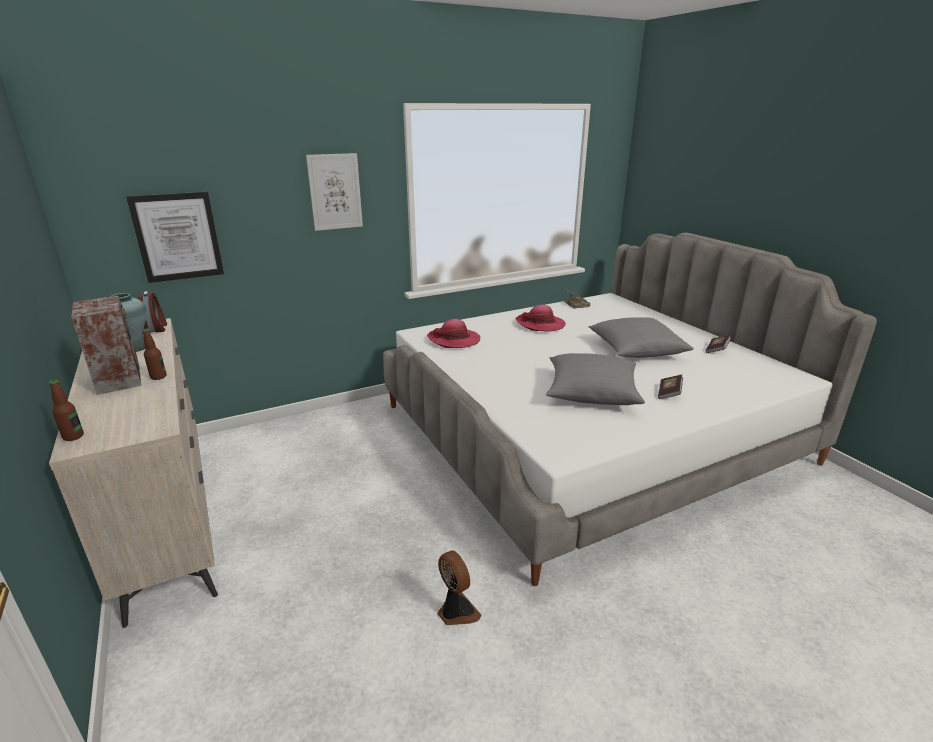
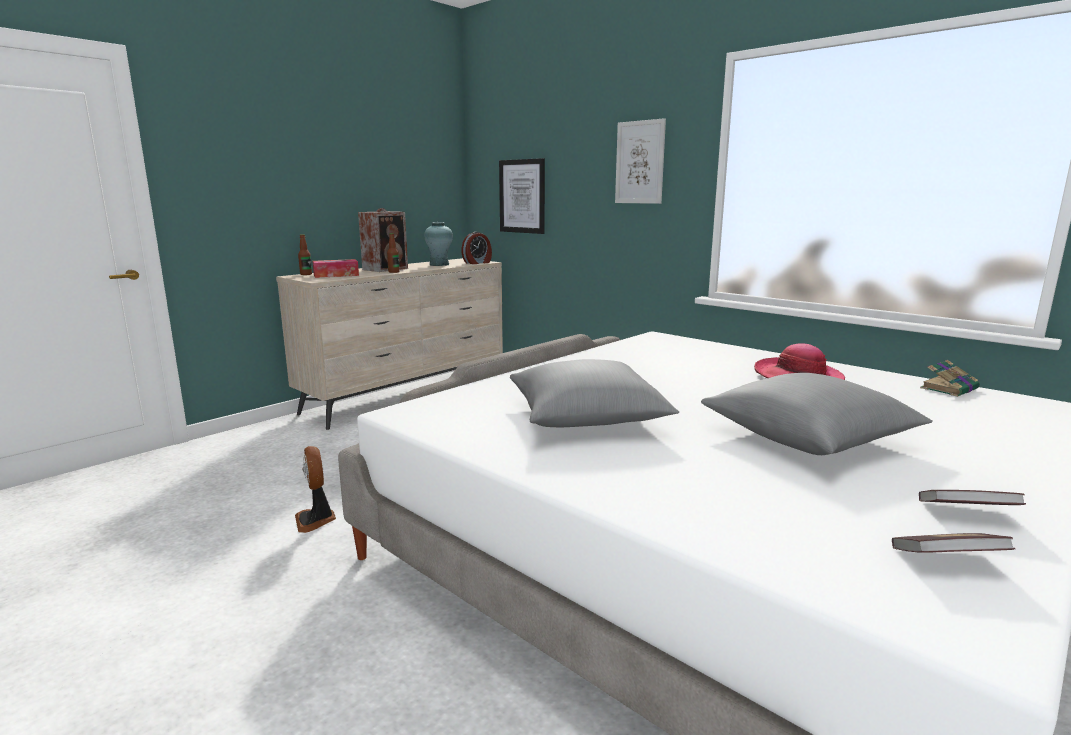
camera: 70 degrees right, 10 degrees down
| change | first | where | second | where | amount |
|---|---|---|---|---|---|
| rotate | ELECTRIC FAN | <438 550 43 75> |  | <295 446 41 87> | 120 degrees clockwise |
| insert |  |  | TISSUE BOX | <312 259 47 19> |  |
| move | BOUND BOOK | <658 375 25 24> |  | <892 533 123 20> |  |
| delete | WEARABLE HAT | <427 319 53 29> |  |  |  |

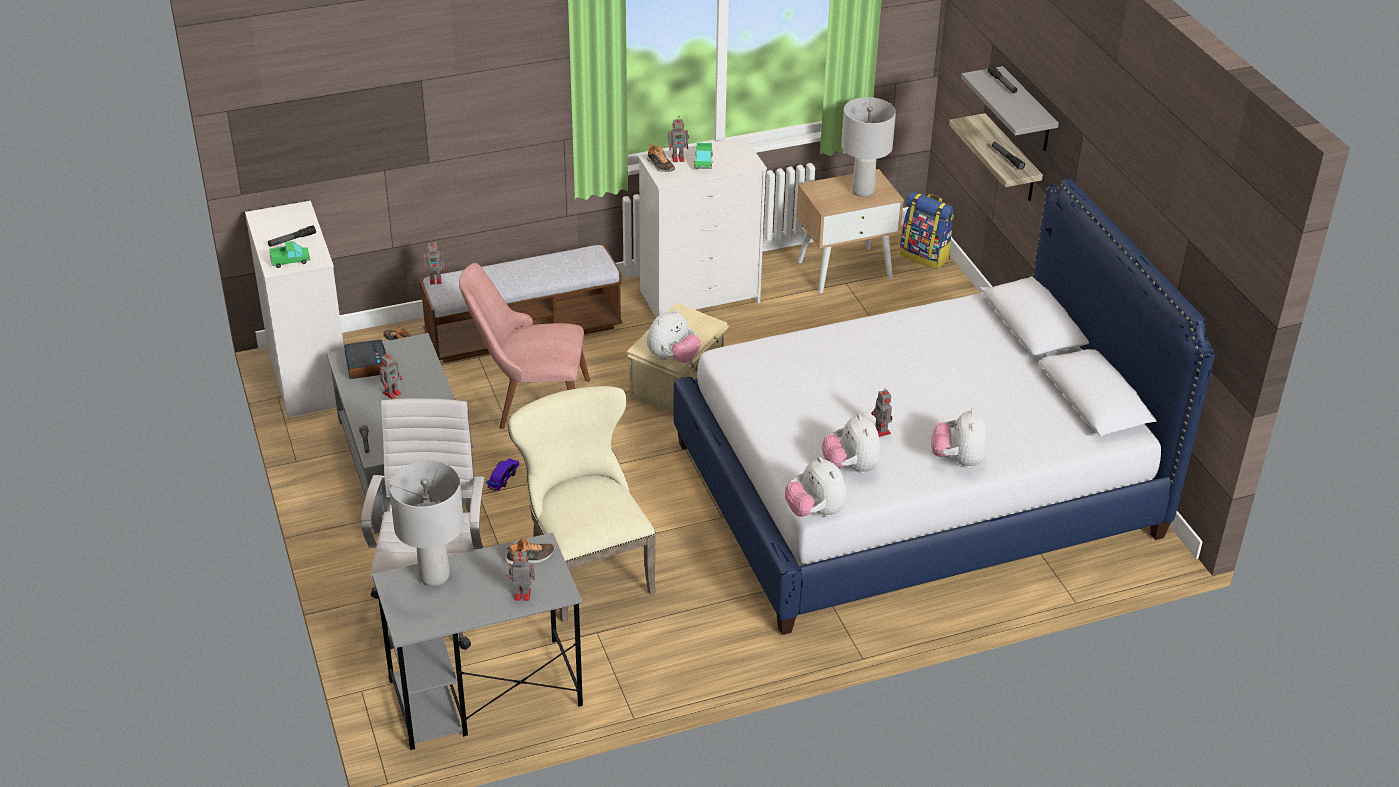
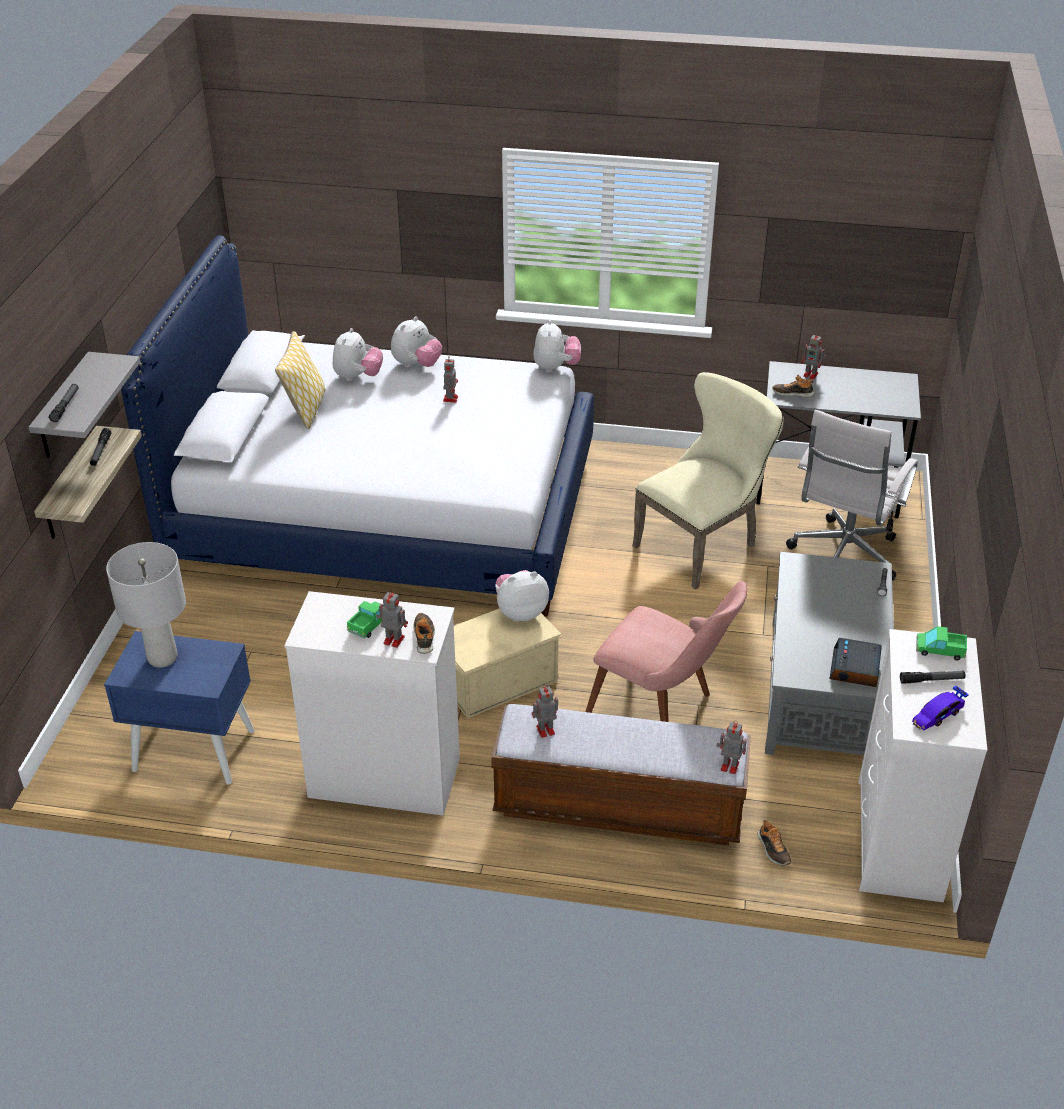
camera: 150 degrees left, 0 degrees up
| change | first | where | second | where | amount |
|---|---|---|---|---|---|
| recolor | BEIGE BEDSIDE TABLE | <796 169 108 124> | BLUISH BEDSIDE TABLE | <104 631 151 153> |  |
| insert |  |  | PILLOW | <275 331 50 98> |  |
| move | PLUSH TOY | <822 414 59 59> |  | <333 328 50 53> |  |
| move | TOY ROBOT | <379 351 24 48> |  | <532 685 26 53> |  |
| rotate | BEIGE CHAIR | <507 386 149 236> |  | <632 372 152 218> | 135 degrees counterclockwise |
| move | TOY CAR | <486 458 33 33> |  | <912 686 57 44> |  |
| delete | GRAY TABLE LAMP | <389 461 75 125> |  |  |  |
| delete | KNAPSACK | <899 192 55 77> |  |  |  |

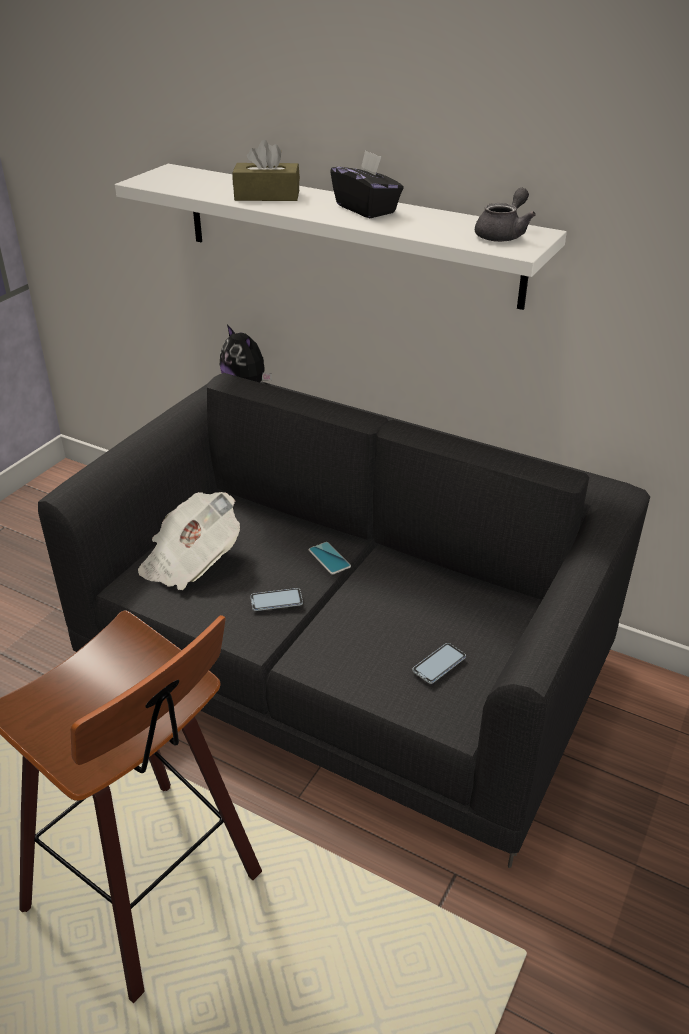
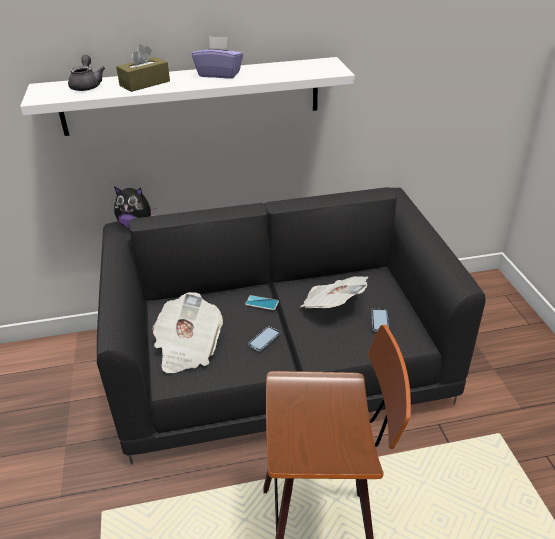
camera: 40 degrees left, 0 degrees up
| change | first | where | second | where | amount |
|---|---|---|---|---|---|
| move | GRAY TEA POT | <475 188 61 54> |  | <68 55 37 36> |  |
| recolor | BLACK-COLOURED TISSUE BOX | <330 150 74 68> | PURPLISH TISSUE BOX | <192 36 51 43> |  |
| insert |  |  | PRINTED PAPER | <300 276 68 32> |  |

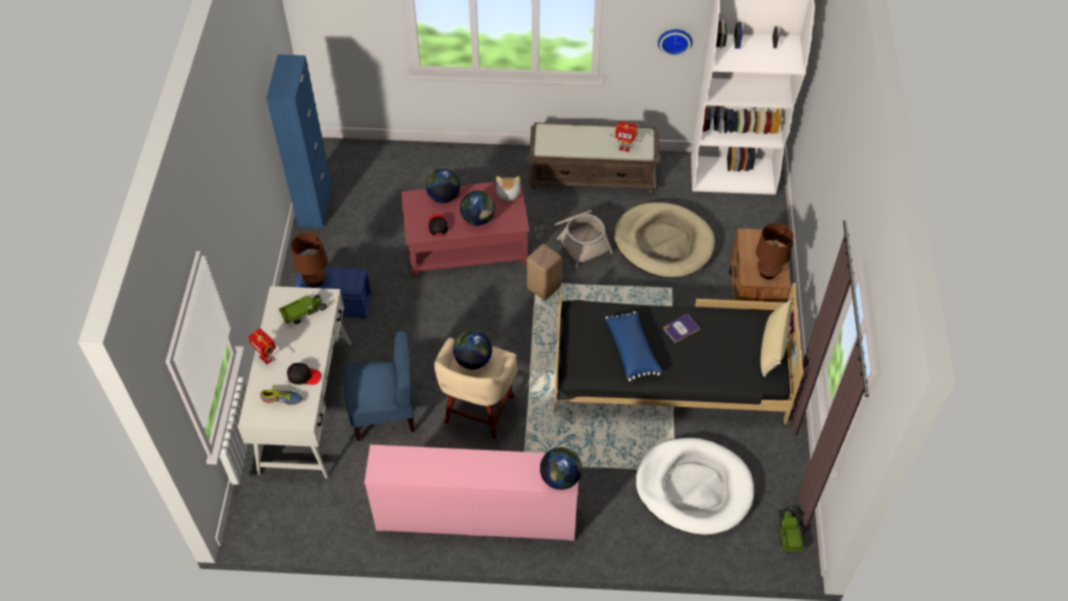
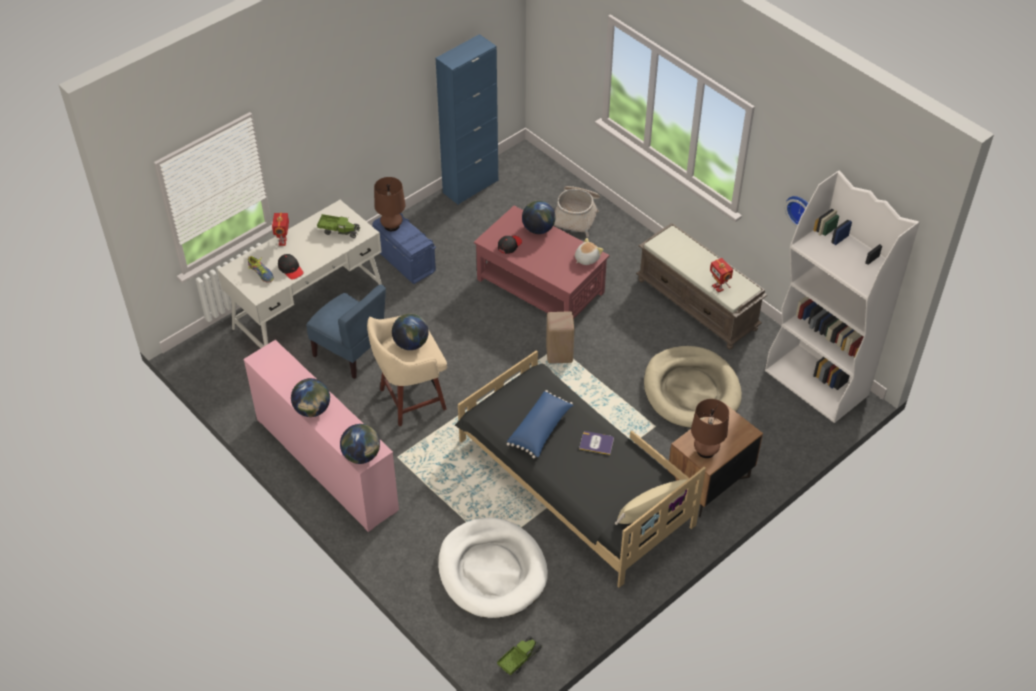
camera: 45 degrees right, 5 degrees down
| change | first | where | second | where | amount |
|---|---|---|---|---|---|
| move | DESK GLOBE | <460 191 35 35> |  | <291 378 39 39> |  |
| move | BASKET | <554 210 59 58> |  | <553 186 47 51> |  |

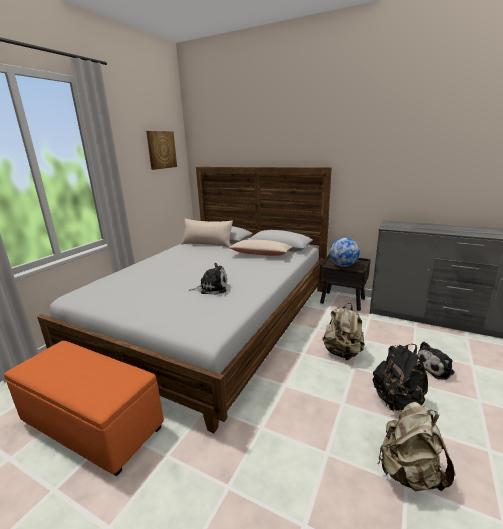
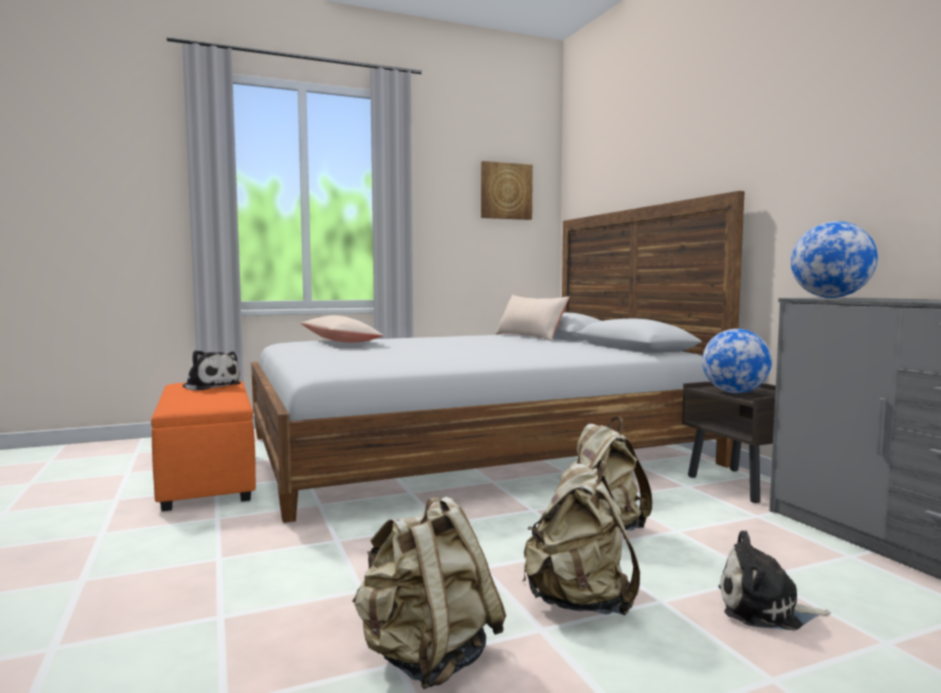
camera: 40 degrees right, 15 degrees down
| change | first | where | second | where | amount |
|---|---|---|---|---|---|
| move | PLUSH TOY | <189 263 38 32> |  | <182 350 59 40> |  |
| move | BEIGE PILLOW | <228 239 64 17> |  | <300 315 84 28> |  |
| recolor | BLACK-COLOURED KNAPSACK | <373 344 55 67> | BEIGE KNAPSACK | <523 460 117 156> |  |
| insert |  |  | DESK GLOBE | <791 221 87 77> |  |

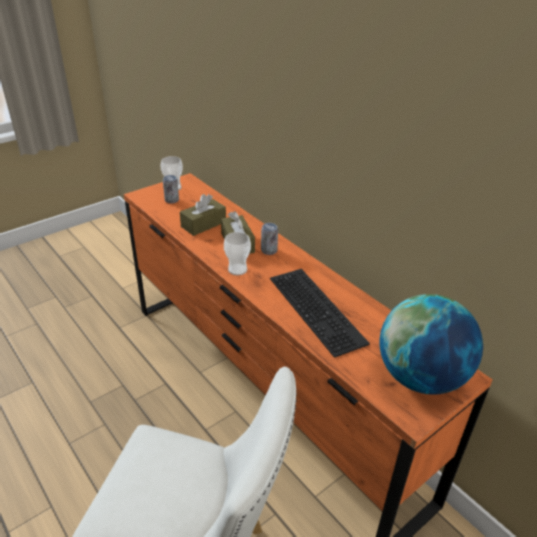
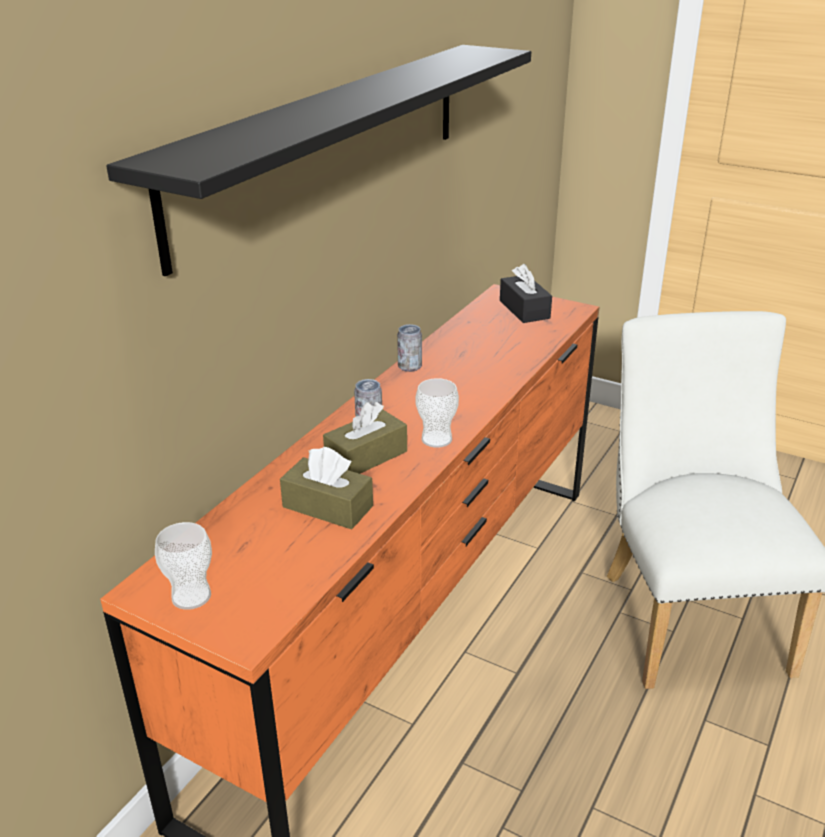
camera: 110 degrees left, 5 degrees down
| change | first | where | second | where | amount |
|---|---|---|---|---|---|
| insert |  |  | BLACK-COLOURED SHELF | <106 45 425 231> |  |
| move | SEALED CAN | <163 175 16 29> |  | <397 324 25 48> |  |
| replace | DESK GLOBE | <380 294 103 100> | BLACK-COLOURED TISSUE BOX | <500 264 52 59> |  |
| delete | KEYBOARD | <270 269 100 89> |  |  |  |

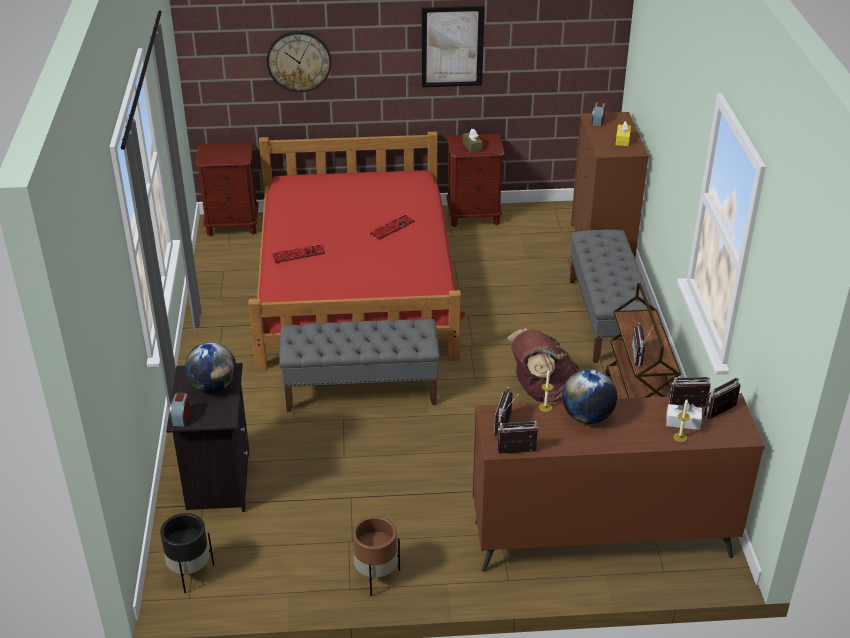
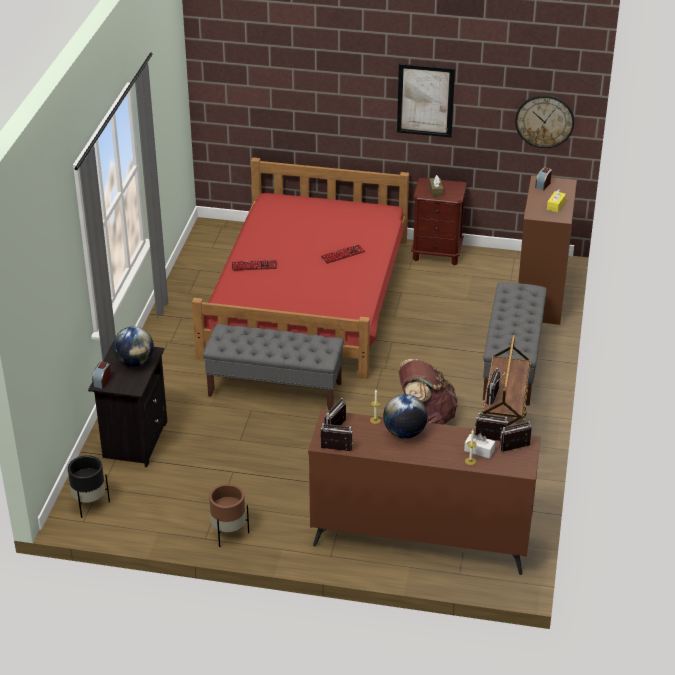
camera: 15 degrees right, 0 degrees up
| change | first | where | second | where | amount |
|---|---|---|---|---|---|
| move | WALL CLOCK | <267 31 64 61> |  | <515 95 59 53> |  |
| delete | BROWN BEDSIDE TABLE | <196 142 63 94> |  |  |  |

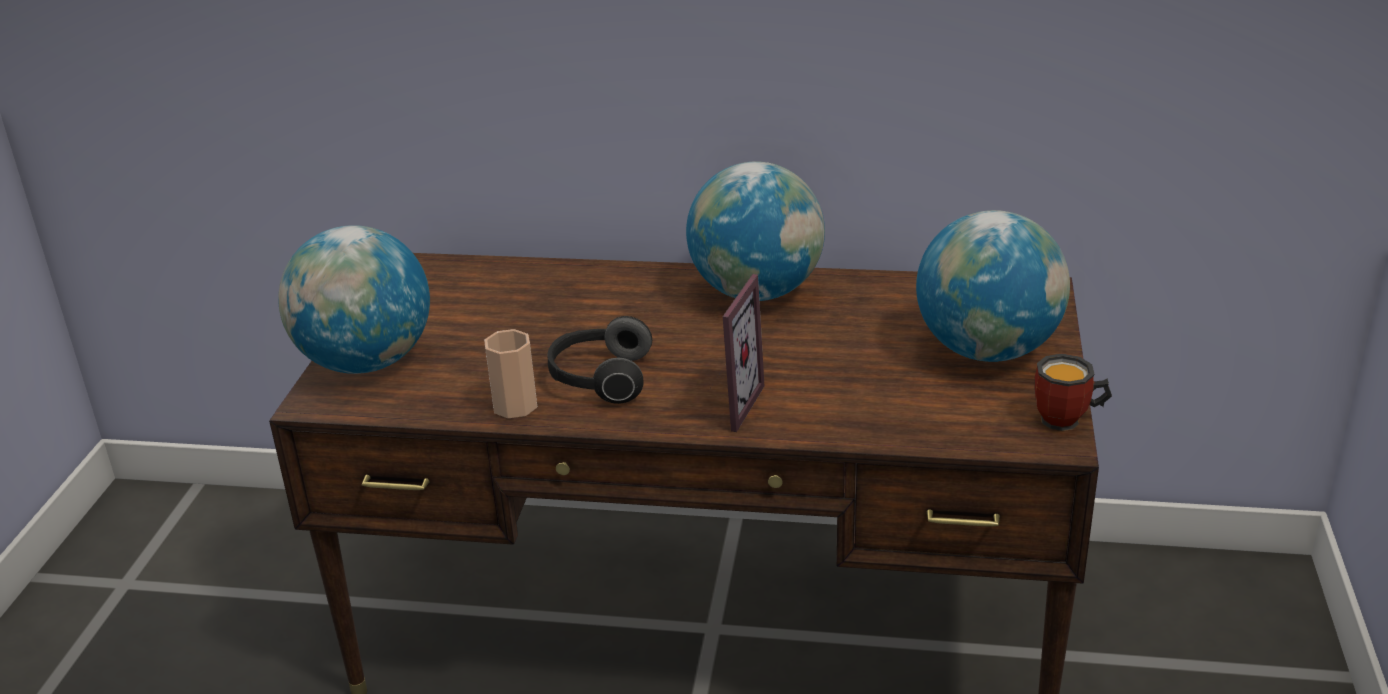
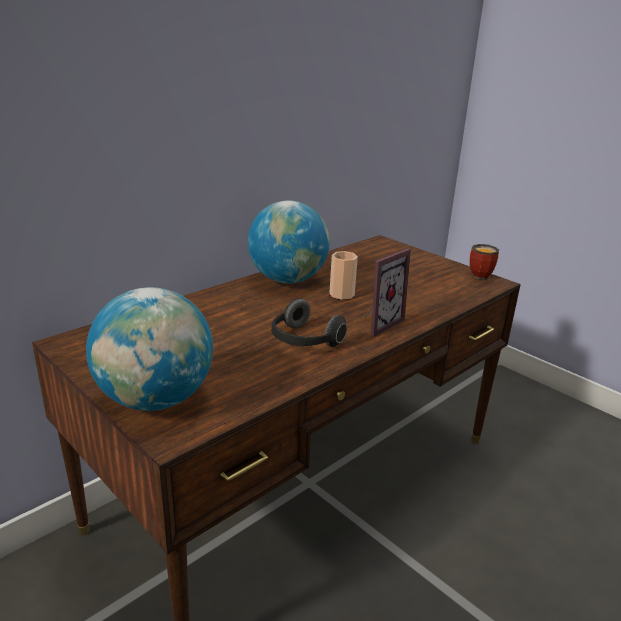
camera: 55 degrees left, 5 degrees down
| change | first | where | second | where | amount |
|---|---|---|---|---|---|
| move | DRINKING CUP | <484 329 53 89> |  | <329 251 29 49> |  |
| rotate | STANDING FRAME | <709 274 56 158> |  | <365 248 46 89> | 75 degrees clockwise |
| delete | DESK GLOBE | <916 210 154 152> |  |  |  |

